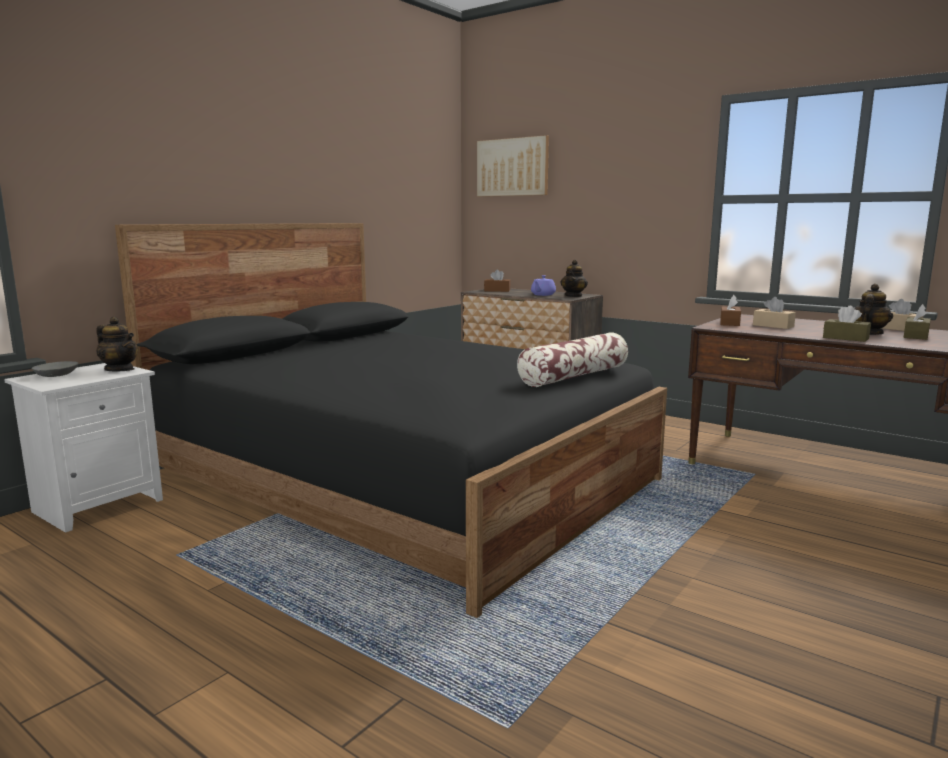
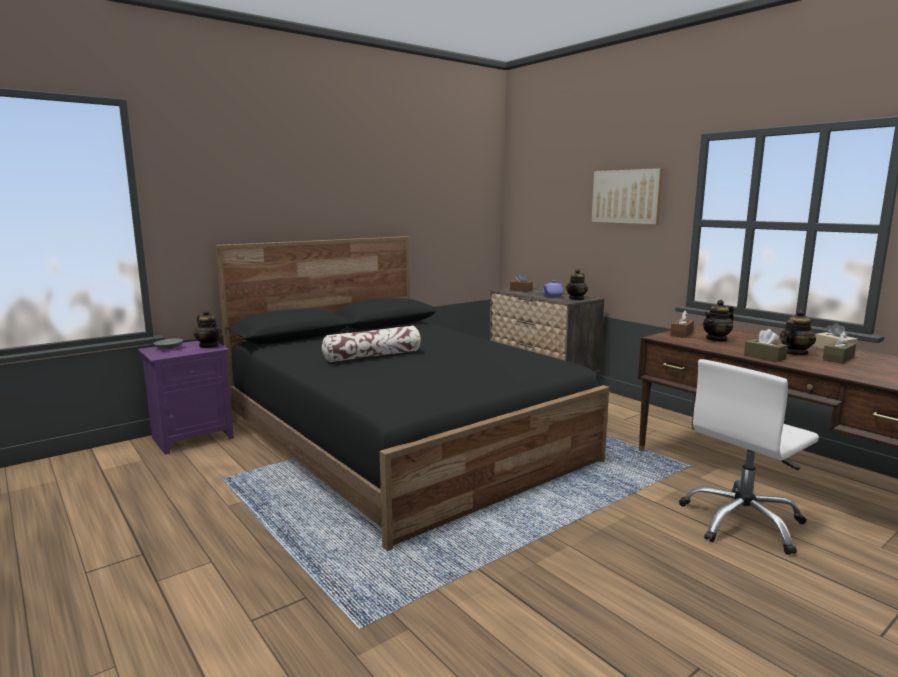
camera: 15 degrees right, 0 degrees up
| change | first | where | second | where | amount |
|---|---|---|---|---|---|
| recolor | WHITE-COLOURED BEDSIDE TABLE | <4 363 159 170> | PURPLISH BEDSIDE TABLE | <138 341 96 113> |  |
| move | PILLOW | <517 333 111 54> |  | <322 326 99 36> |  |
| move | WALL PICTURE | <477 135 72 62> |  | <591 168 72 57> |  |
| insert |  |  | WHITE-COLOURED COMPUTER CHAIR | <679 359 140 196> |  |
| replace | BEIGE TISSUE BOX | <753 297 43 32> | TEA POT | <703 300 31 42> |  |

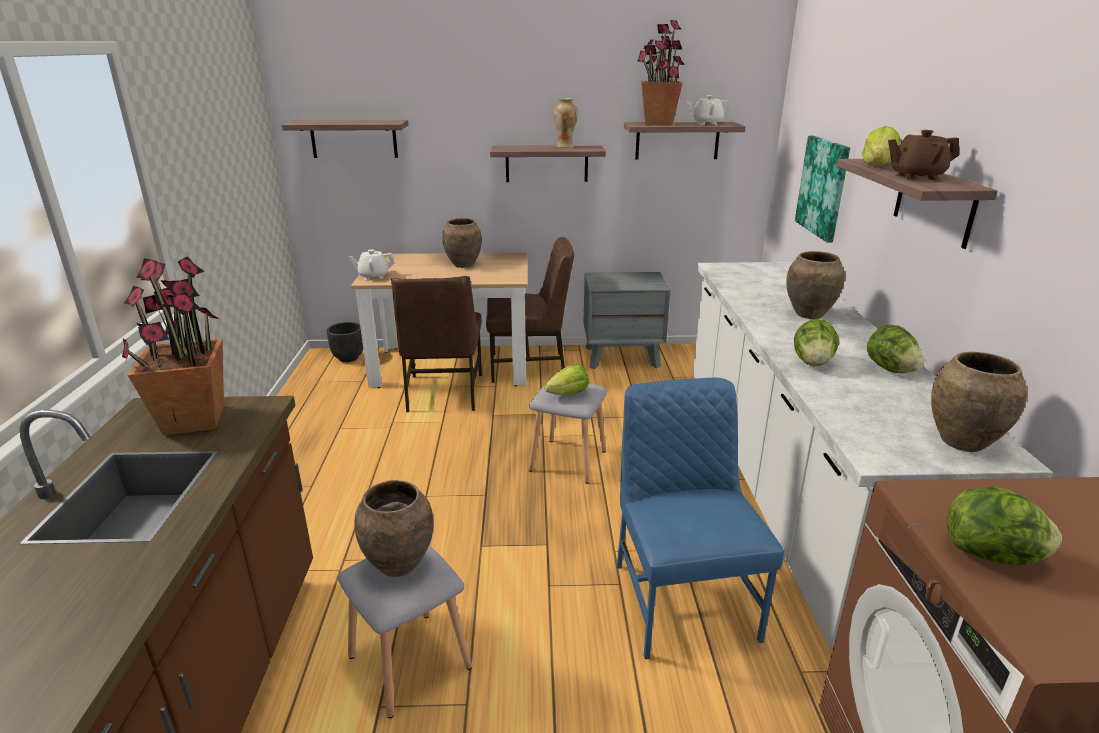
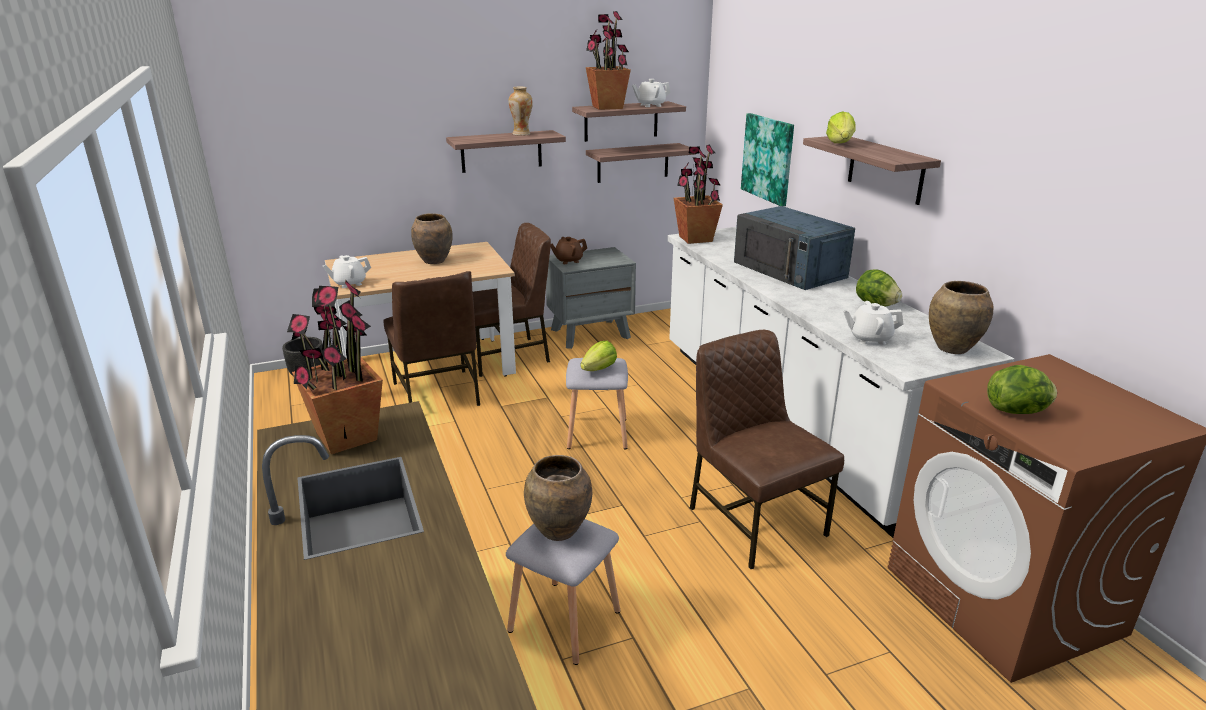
camera: 20 degrees left, 0 degrees up
| change | first | where | second | where | amount |
|---|---|---|---|---|---|
| move | BROWN TEA POT | <888 130 71 50> |  | <551 237 36 27> |  |
| move | SHELF | <282 120 127 38> |  | <586 143 109 40> |  |
| insert |  |  | POTTED PLANT | <674 144 49 100> |  |
| recolor | BLUISH CHAIR | <617 378 167 281> | BROWN CHAIR | <690 330 154 239> |  |
| replace | BROWN VASE | <786 251 59 68> | BLUISH MICROWAVE OVEN | <734 206 121 84> |  |
| insert |  |  | WHITE-COLOURED TEA POT | <843 301 60 44> |  |
| delete | LETTUCE HEAD | <794 319 45 47> |  |  |  |

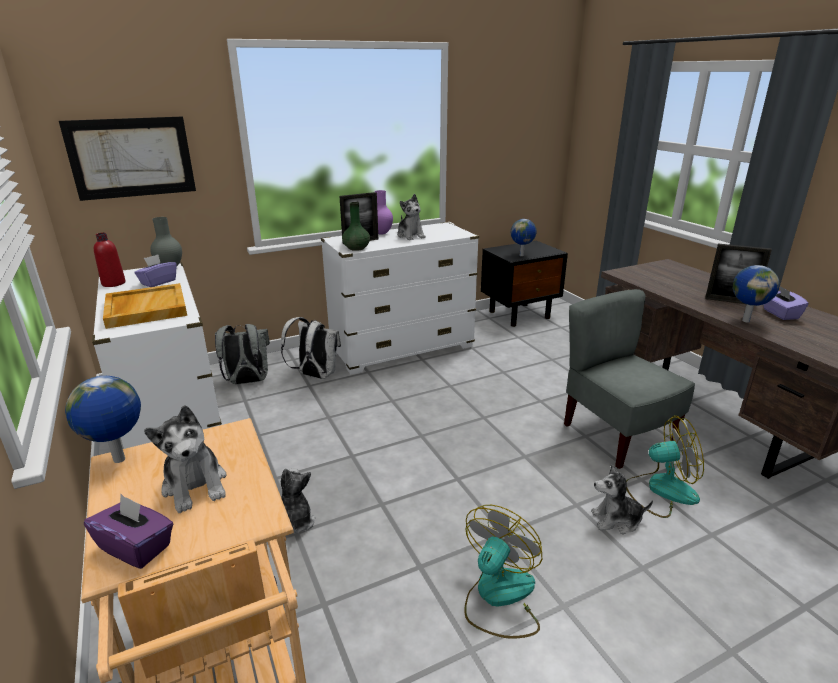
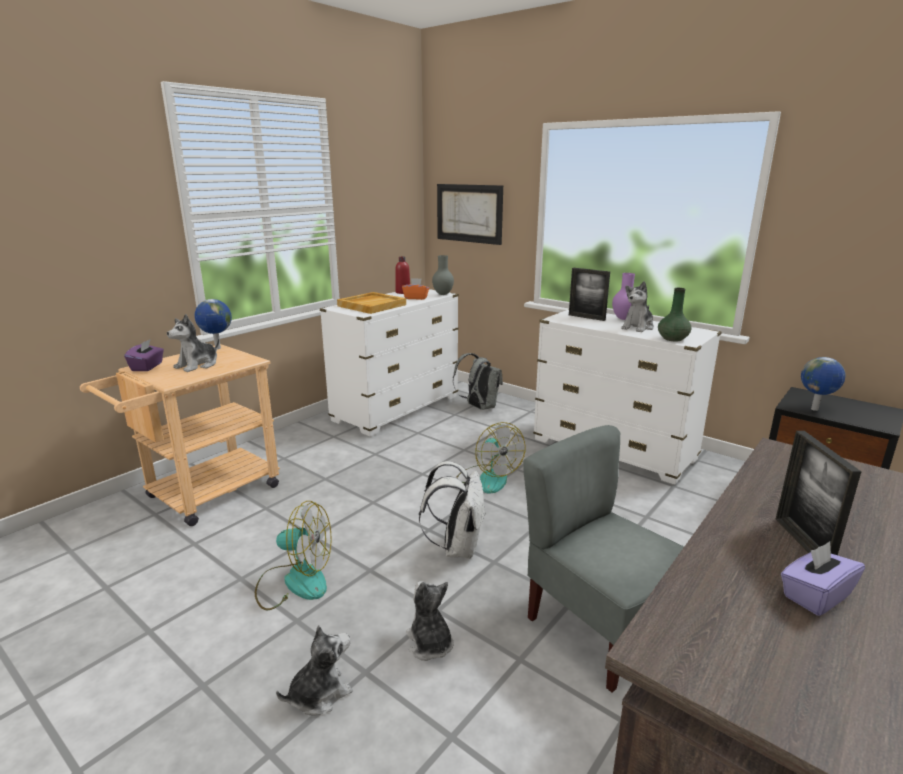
camera: 65 degrees right, 5 degrees down
| change | first | where | second | where | amount |
|---|---|---|---|---|---|
| move | PLUSH TOY | <281 468 34 66> |  | <276 625 77 91> |  |
| recolor | PURPLISH TISSUE BOX | <135 254 42 33> | ORANGE-COLOURED TISSUE BOX | <402 278 27 22> |  |
| move | WHITE-COLOURED KNAPSACK | <281 317 60 62> |  | <419 461 67 98> |  |
| move | ELECTRIC FAN | <626 416 78 102> |  | <456 422 70 72> |  |
| rotate | GRAY CHAIR | <564 289 131 180> |  | <523 425 161 267> | 75 degrees counterclockwise |
| move | GREEN-COLOURED VASE | <342 202 28 49> |  | <658 288 34 53> |  |
| delete | DESK GLOBE | <733 265 46 58> |  |  |  |

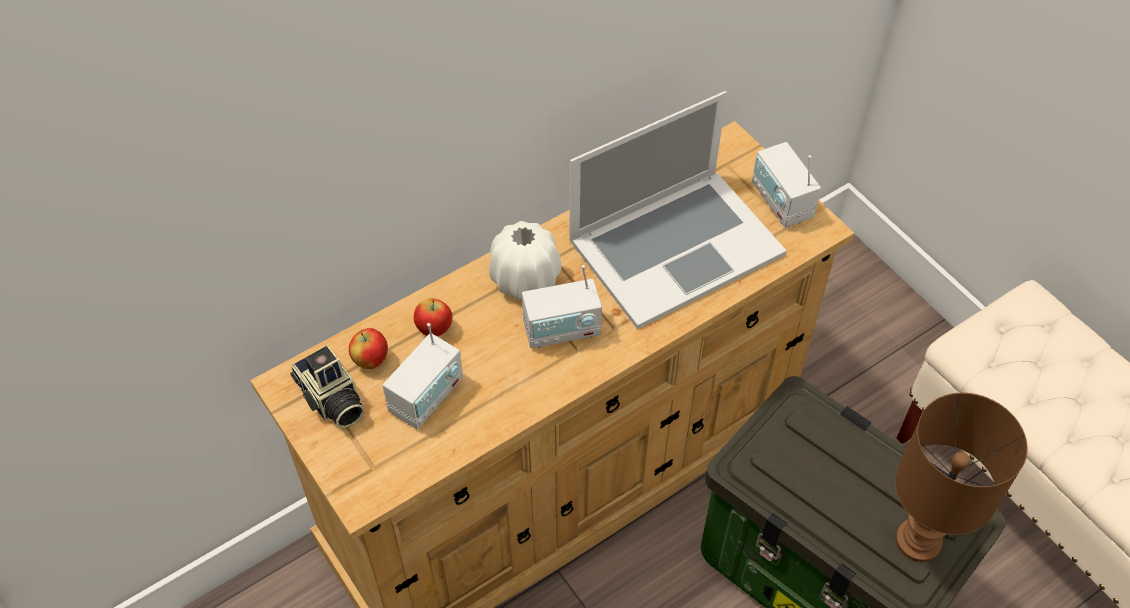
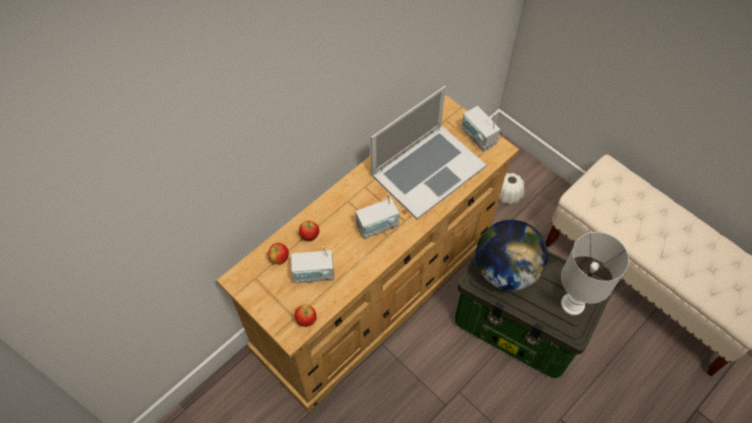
camera: 10 degrees left, 5 degrees up
| change | first | where | second | where | amount |
|---|---|---|---|---|---|
| rotate | RADIO | <383 323 80 106> |  | <291 246 43 37> | 60 degrees clockwise |
| insert |  |  | WHOLE APPLE | <294 305 23 22> |  |
| insert |  |  | DESK GLOBE | <476 220 72 71> |  |
| move | WHITE-COLOURED VASE | <489 221 73 78> |  | <499 173 26 31> |  |
| recolor | BROWN TABLE LAMP | <895 393 133 169> | WHITE-COLOURED TABLE LAMP | <561 232 68 83> |  |
| delete | STILL CAMERA | <290 345 75 83> |  |  |  |

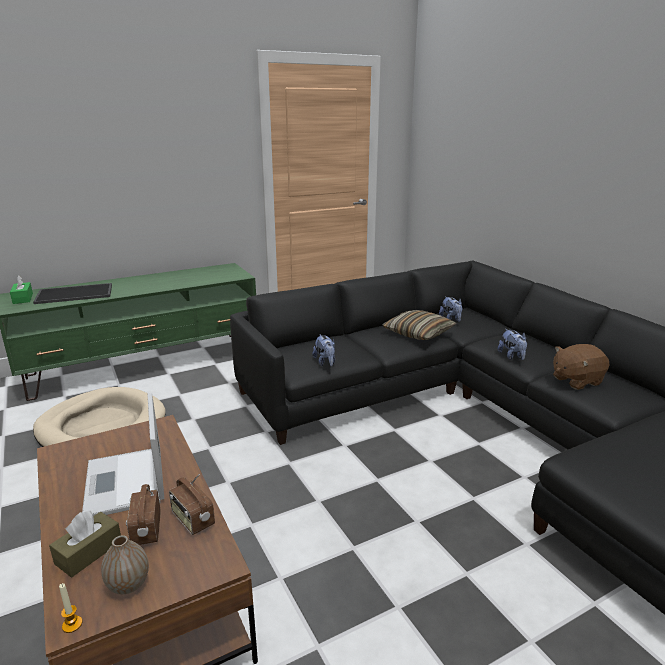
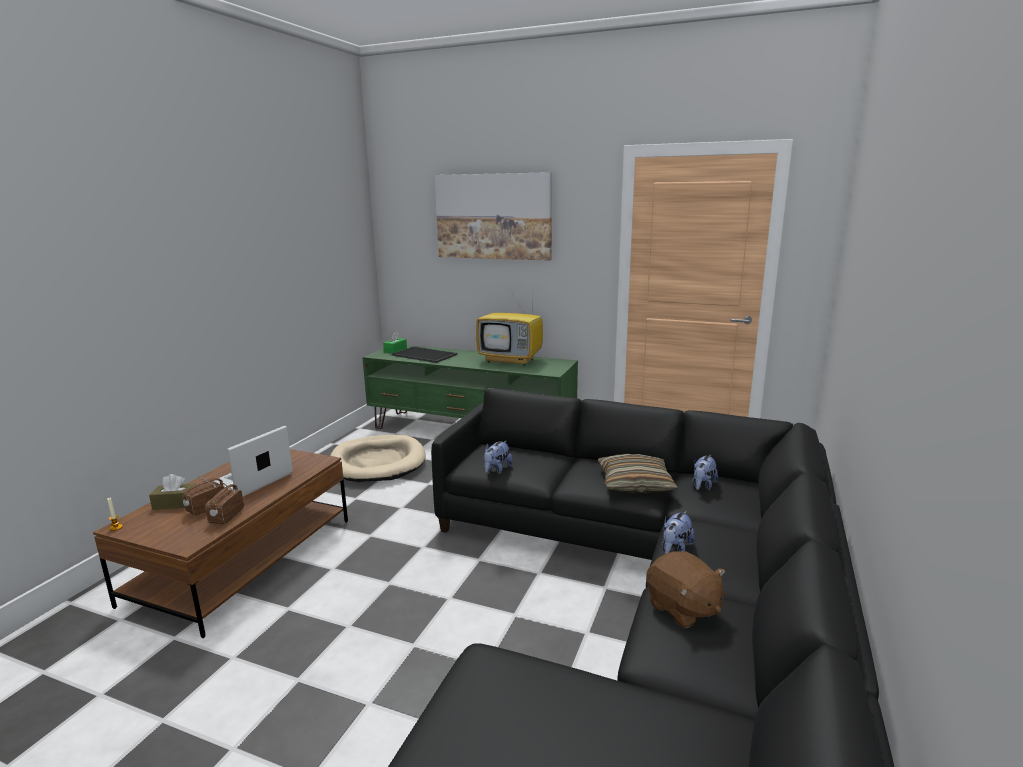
camera: 50 degrees right, 5 degrees down
| change | first | where | second | where | amount |
|---|---|---|---|---|---|
| insert |  |  | WALL PICTURE | <435 172 117 89> |  |
| insert |  |  | TV SET | <476 287 67 78> |  |
| rotate | BROWN PLUSH TOY | <553 344 56 46> |  | <646 551 79 77> | 150 degrees counterclockwise |
| delete | VASE | <101 535 48 59> |  |  |  |

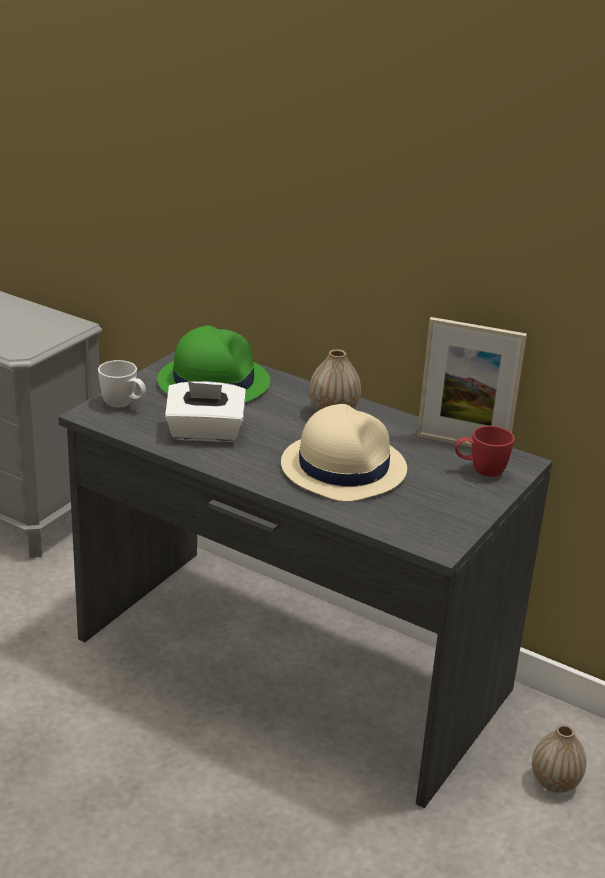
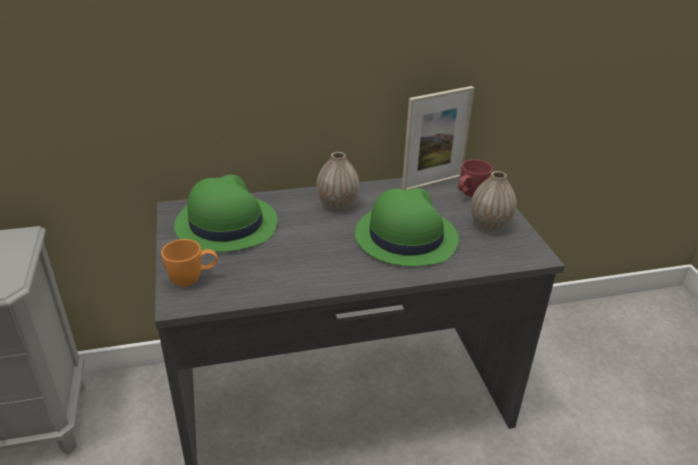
camera: 45 degrees left, 5 degrees up
| change | first | where | second | where | amount |
|---|---|---|---|---|---|
| recolor | WHITE-COLOURED TEA MUG | <98 360 48 47> | ORANGE-COLOURED TEA MUG | <161 239 57 48> |  |
| recolor | BEIGE WEARABLE HAT | <281 404 126 98> | GREEN-COLOURED WEARABLE HAT | <355 188 104 78> |  |
| move | VASE | <532 725 55 68> |  | <471 171 46 60> |  |
| delete | WHITE-COLOURED TISSUE BOX | <165 381 81 61> |  |  |  |

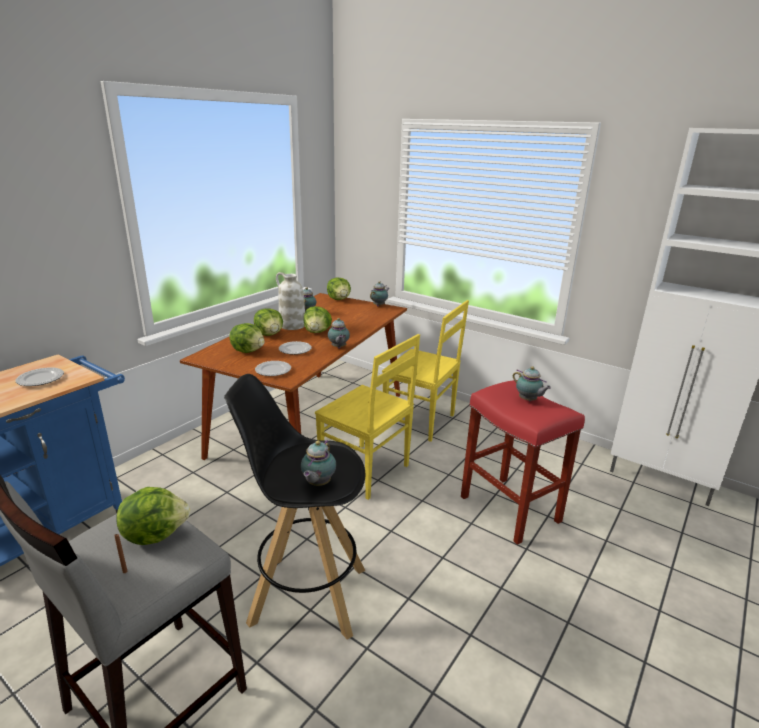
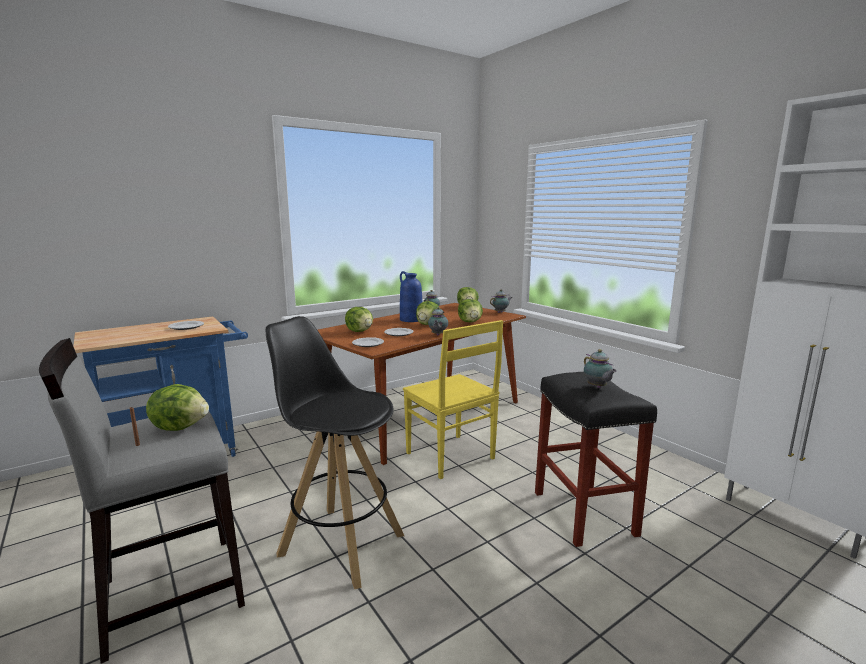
camera: 20 degrees right, 10 degrees down
| change | first | where | second | where | amount |
|---|---|---|---|---|---|
| recolor | WHITE-COLOURED VASE | <276 272 29 58> | BLUISH VASE | <400 271 22 51> |  |
| move | LETTUCE HEAD | <254 309 29 27> |  | <458 299 25 23> |  |
| recolor | REDDISH STOOL | <461 380 124 165> | BLACK-COLOURED STOOL | <535 372 122 175> |  |
| delete | TEA POT | <301 440 35 46> |  |  |  |
| delete | YELLOWISH CHAIR | <382 300 87 142> |  |  |  |

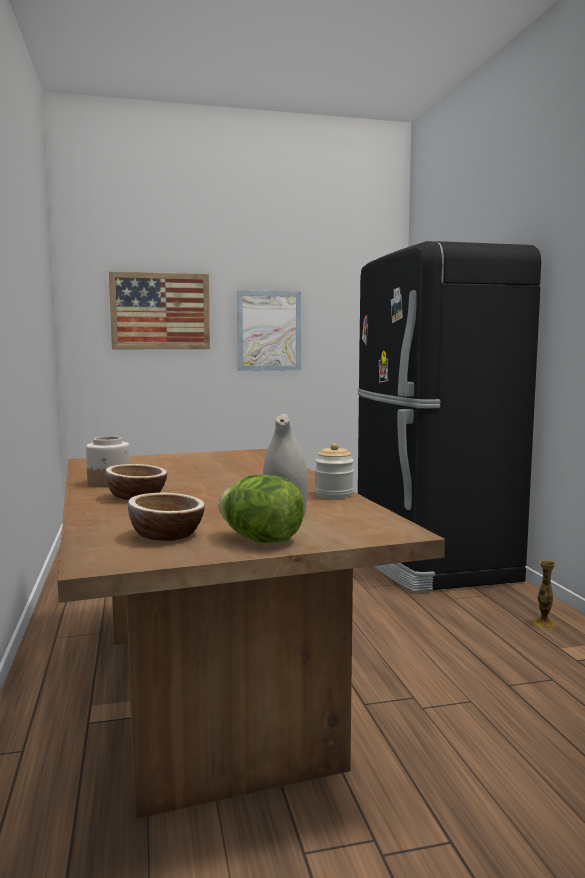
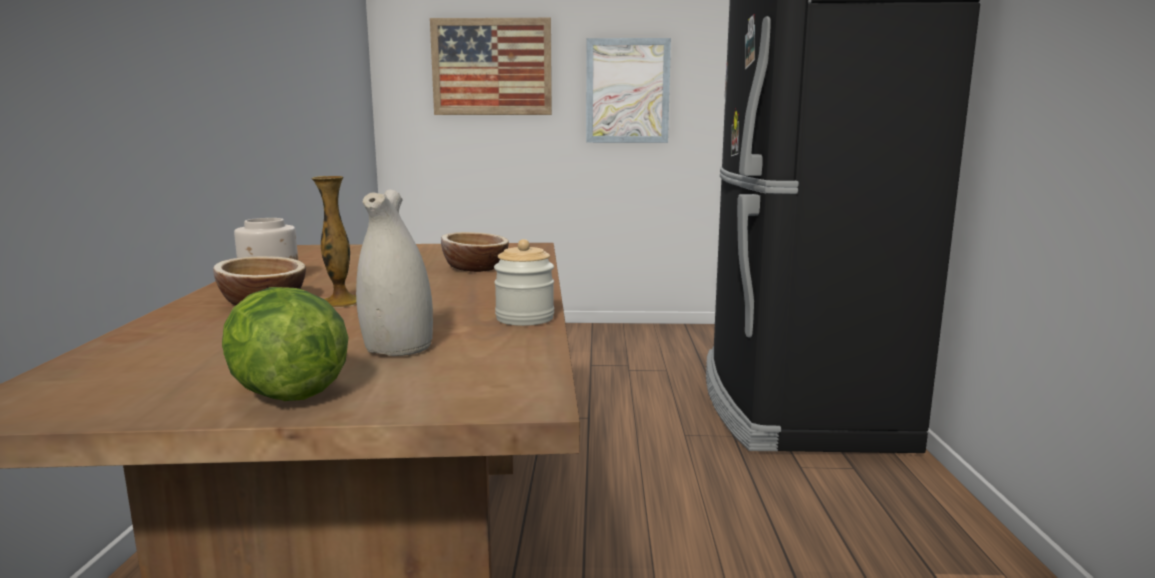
camera: 15 degrees right, 5 degrees up
| change | first | where | second | where | amount |
|---|---|---|---|---|---|
| move | VASE | <533 560 24 69> |  | <311 176 45 132> |  |
| move | SERVING BOWL | <128 493 77 48> |  | <441 232 68 40> |  |

